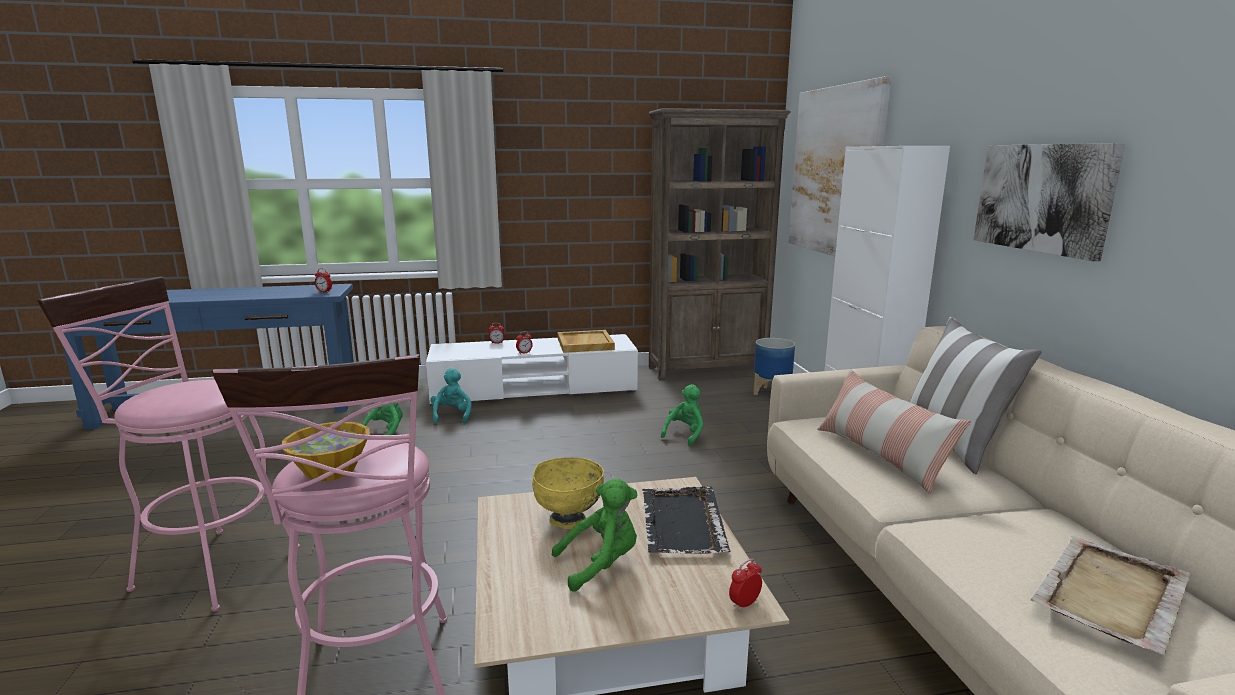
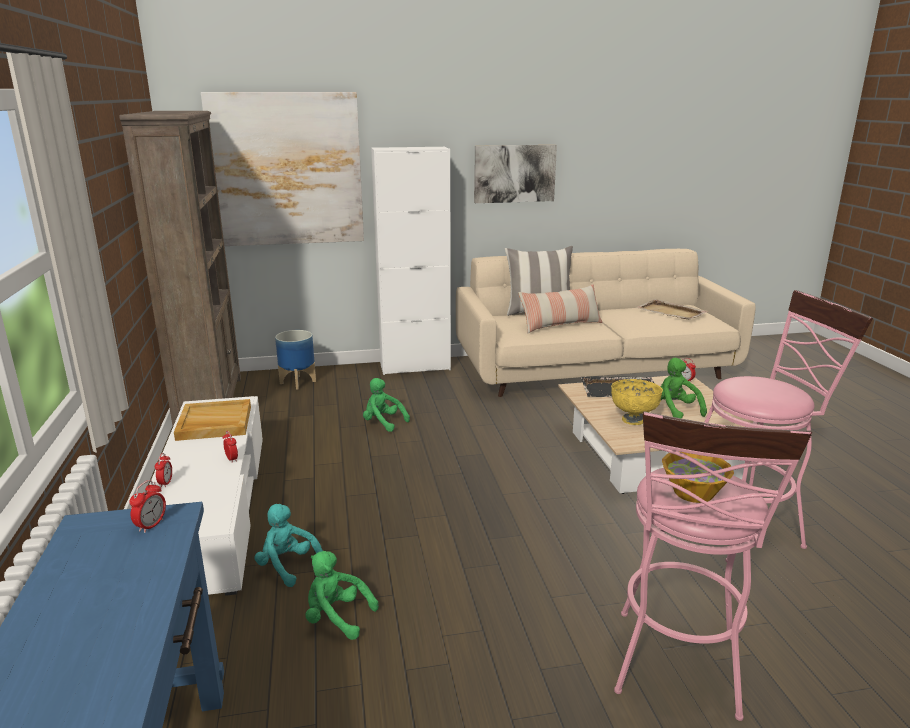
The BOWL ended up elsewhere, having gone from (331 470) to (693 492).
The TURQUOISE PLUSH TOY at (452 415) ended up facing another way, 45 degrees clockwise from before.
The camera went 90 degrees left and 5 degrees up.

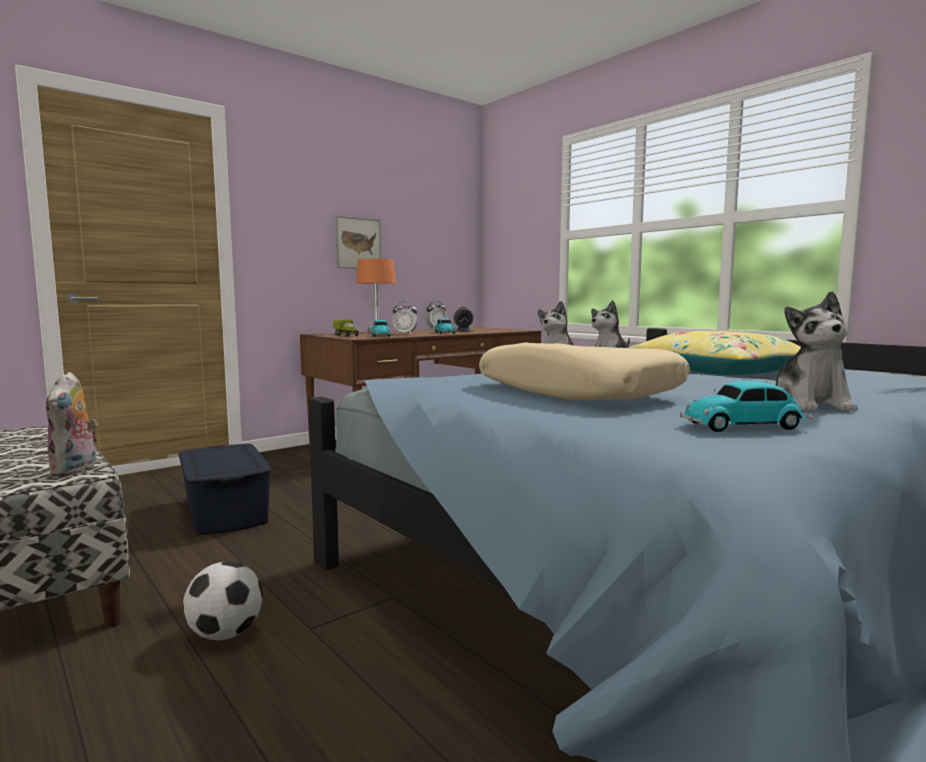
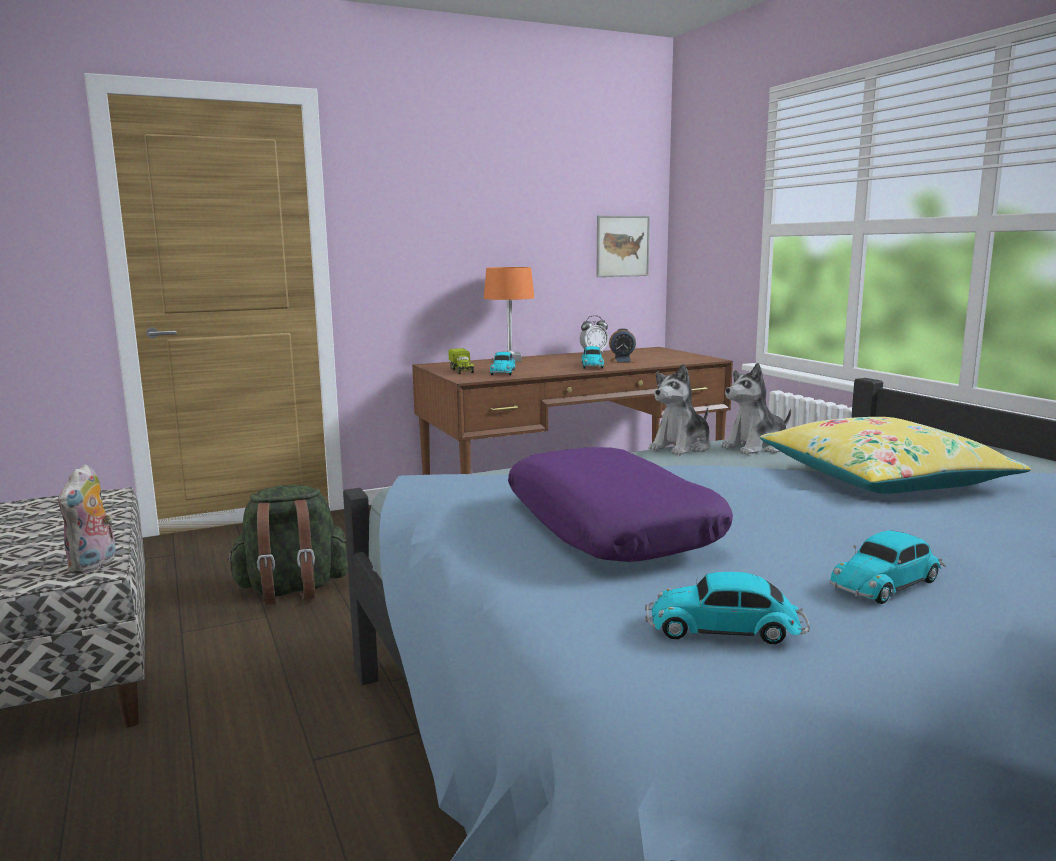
Where the BLUE STORAGE BOX stood at (225 511), the GREEN BACKPACK came to stand at (292 590).
The second view lost the FOOTBALL at (225 634).
The PICTURE ended up elsewhere, having gone from (358 243) to (622 246).
The second view lost the ALARM CLOCK at (405 334).
What was the BEIGE PILLOW at (576 392) turned into the PURPLE PILLOW at (611 526).
Where the PLUSH TOY stood at (810 404), the TOY CAR came to stand at (888 583).
The camera went 15 degrees right and 5 degrees up.

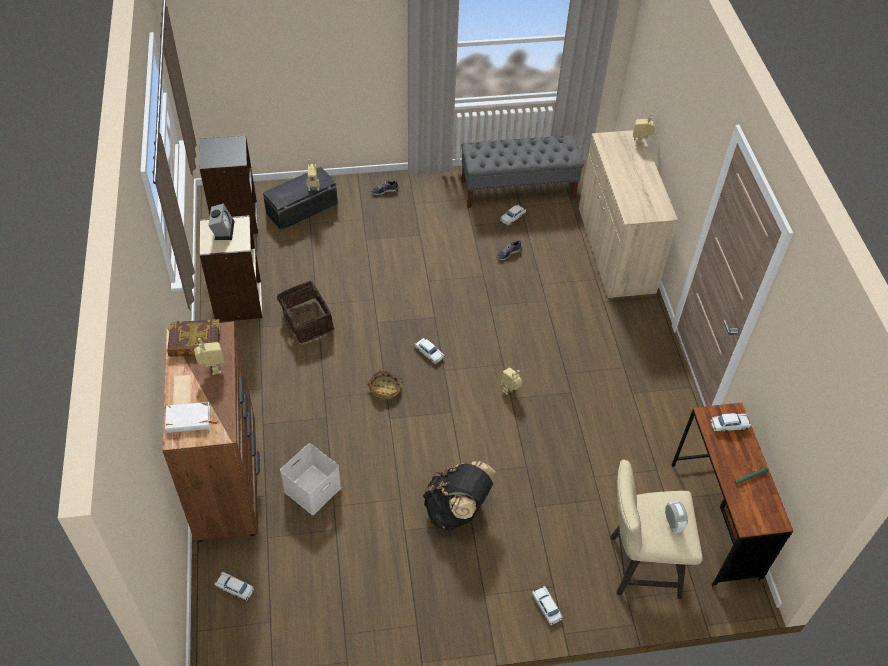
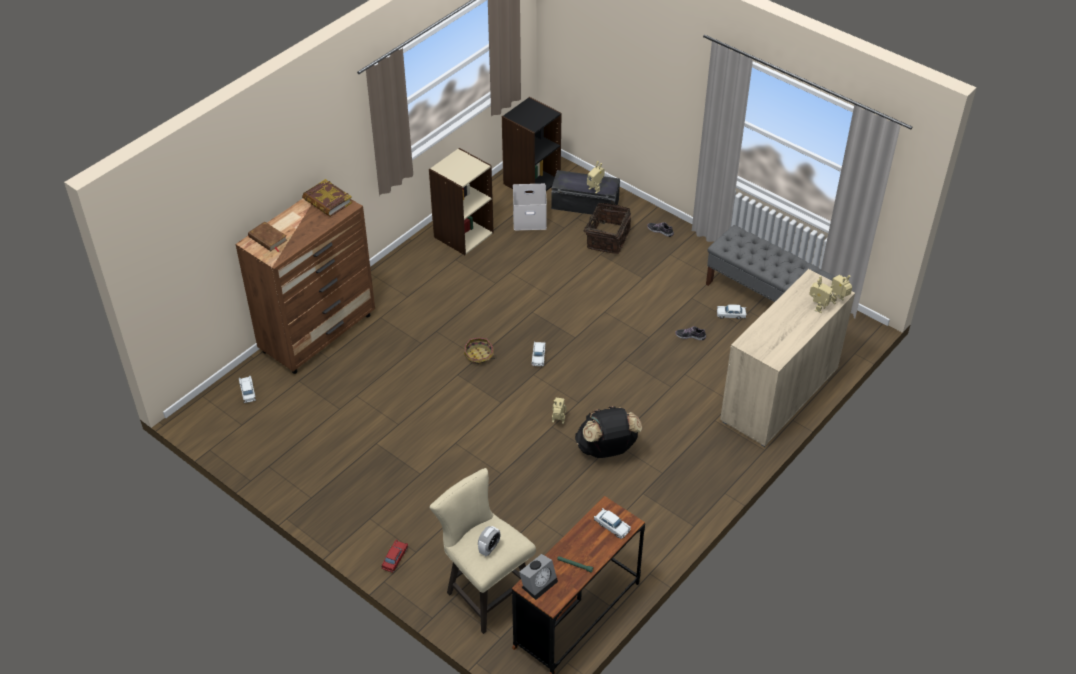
What was the WHITE BOOK at (188 420) turned into the BROWN BOOK at (268 239).
The TOY ROBOT ended up elsewhere, having gone from (212 369) to (817 307).
The ALARM CLOCK ended up elsewhere, having gone from (223 229) to (539 582).
The BASKET ended up elsewhere, having gone from (306 322) to (606 238).
The WHITE STORAGE BOX ended up elsewhere, having gone from (312 490) to (529 219).
The BLACK BACKPACK ended up elsewhere, having gone from (457 510) to (606 449).
What was the WHITE TOY CAR at (546 607) turned into the RED TOY CAR at (394 558).
The camera went 50 degrees right and 5 degrees down.

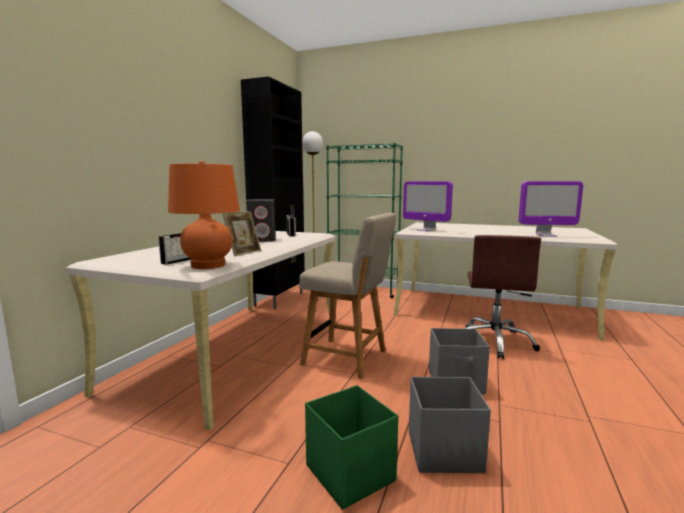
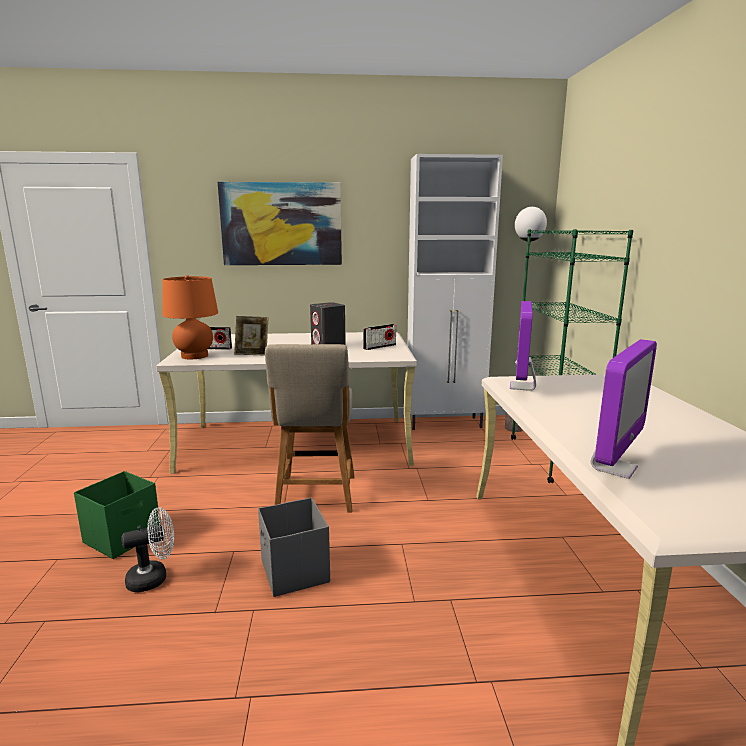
What was the BLACK CABINET at (280 299) turned into the WHITE CABINET at (445 423).
Where the GREY STORAGE BOX stood at (442 451), the WHITE FAN came to stand at (154 578).
The second view lost the BROWN OFFICE CHAIR at (495 342).
The MONITOR at (546 235) ended up facing another way, 120 degrees counterclockwise from before.
The second view gained the PICTURE at (281 224).
The camera went 65 degrees right and 5 degrees up.

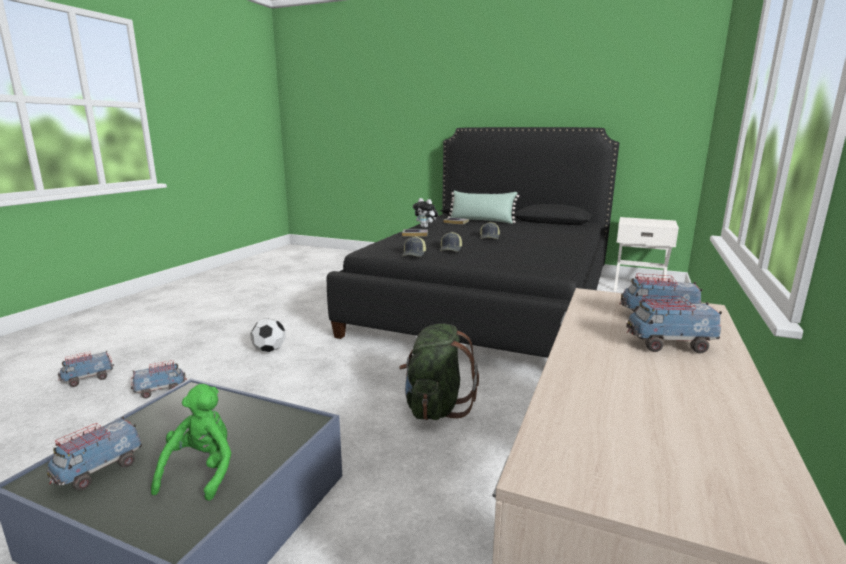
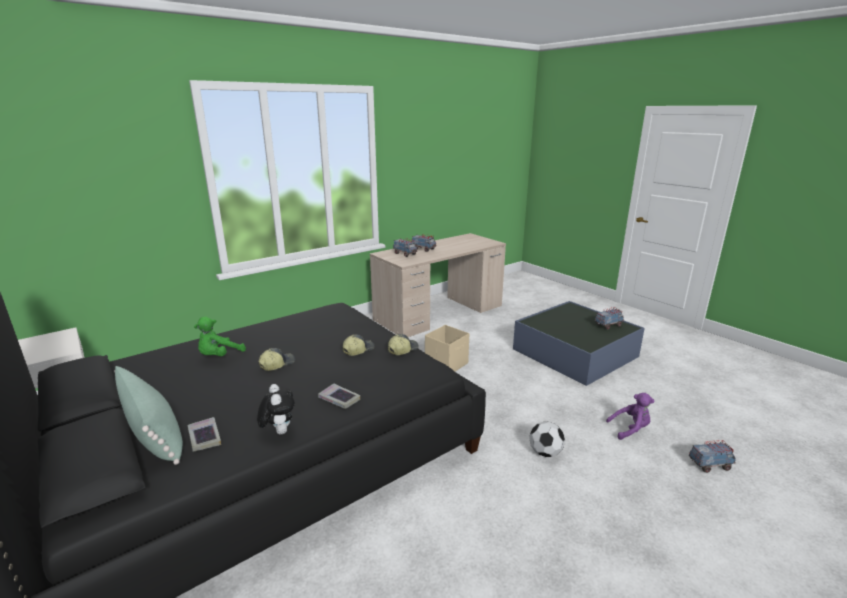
Where the TOY TRUCK stood at (160 390), the PURPLE PLUSH TOY came to stand at (630 429).
The GREEN PLUSH TOY ended up elsewhere, having gone from (202 471) to (219 356).
Where the GREEN BACKPACK stood at (435 407), the BEIGE STORAGE BOX came to stand at (447 364).
The camera went 150 degrees left and 5 degrees up.

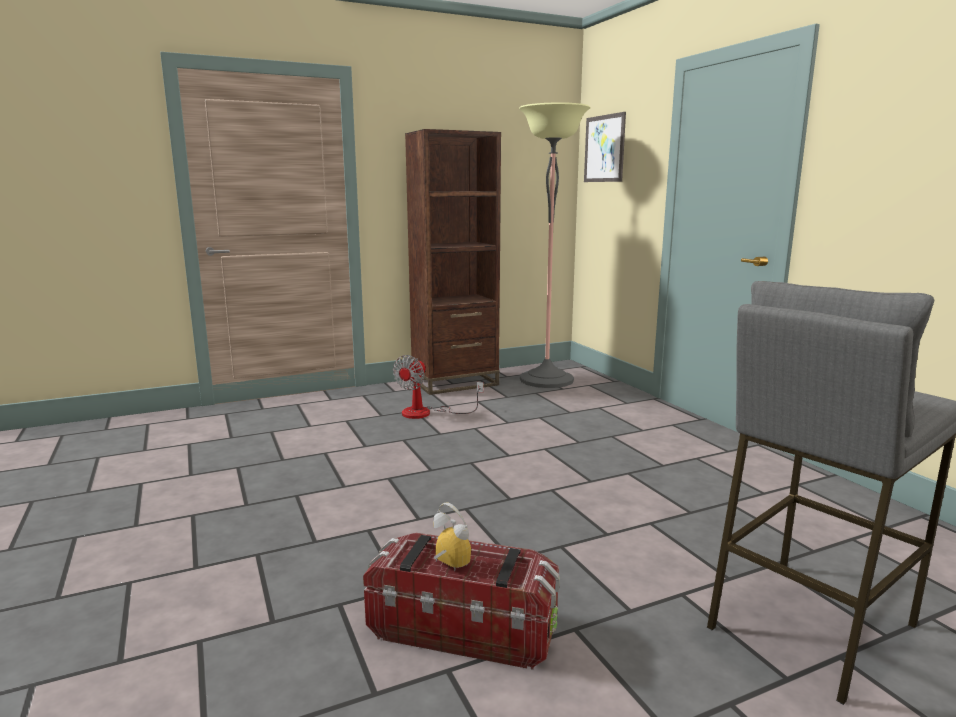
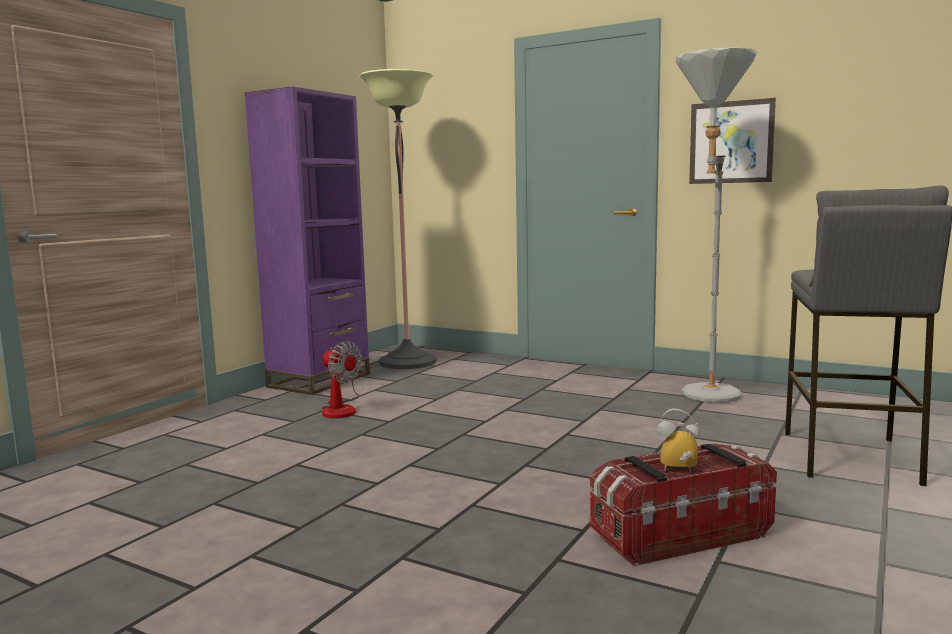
The FAN at (427 413) ended up facing another way, 45 degrees counterclockwise from before.
What was the BROWN BOOKCASE at (455 383) turned into the PURPLE BOOKCASE at (320 380).
The PICTURE ended up elsewhere, having gone from (604 148) to (731 142).
The second view gained the GREY FLOOR LAMP at (706 398).
The camera went 35 degrees left and 5 degrees down.

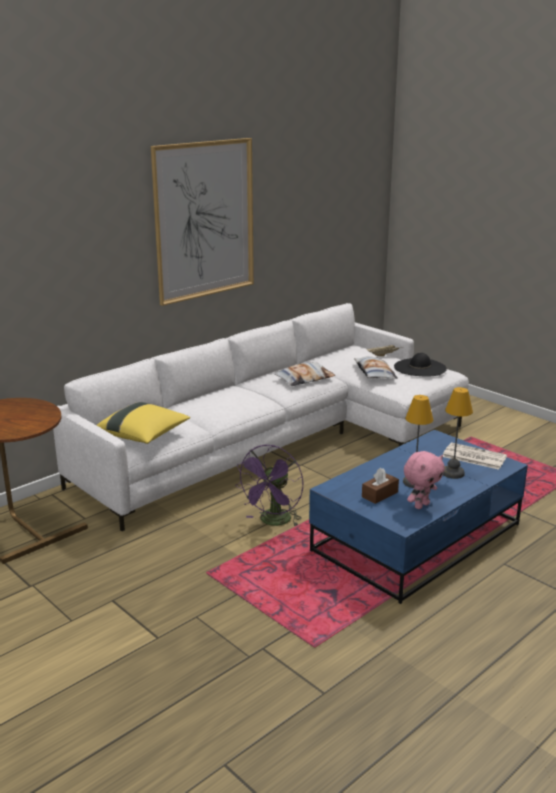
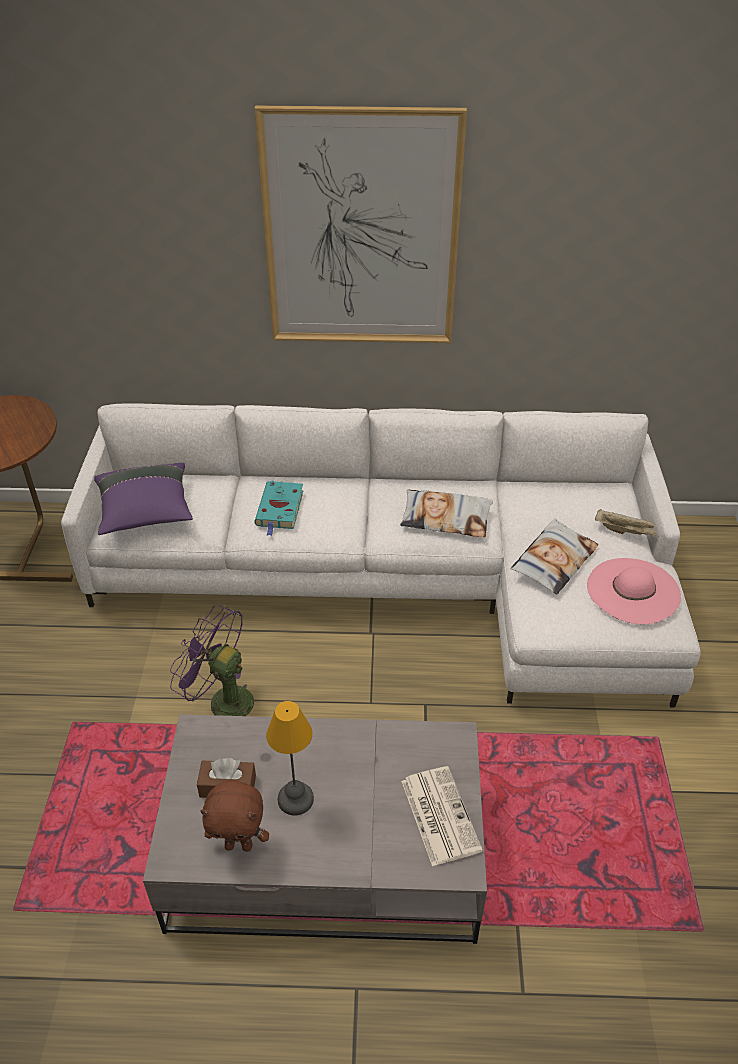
What was the YELLOW PILLOW at (144 435) turned into the PURPLE PILLOW at (145 512).
The PURPLE FAN at (273 522) ended up facing another way, 45 degrees clockwise from before.
What was the BLUE COFFEE TABLE at (417 536) turned into the GREY COFFEE TABLE at (327 852).
What was the BLACK HAT at (420 368) turned into the PINK HAT at (633 590).
What was the PINK PLUSH TOY at (421 505) turned into the BROWN PLUSH TOY at (239 845).
The second view lost the TABLE LAMP at (452 473).
The second view gained the TURQUOISE BOOK at (280 510).
The camera went 45 degrees right and 20 degrees up.

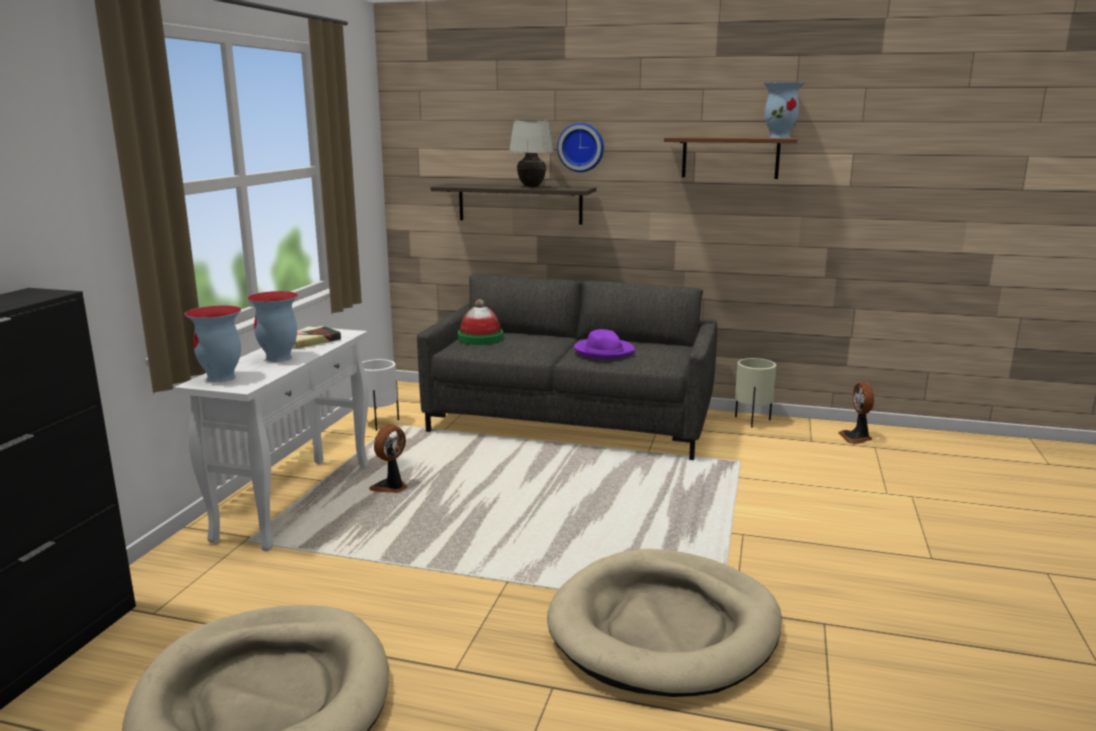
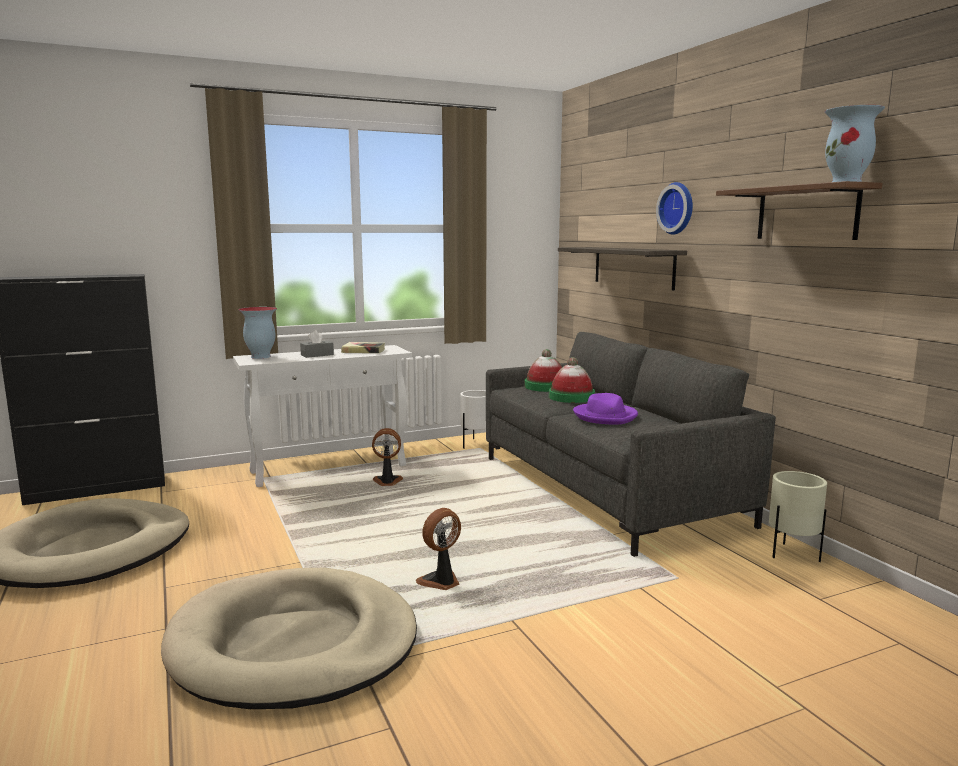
Where the VASE stood at (279 358), the GREY TISSUE BOX came to stand at (317 355).
The second view lost the WHITE TABLE LAMP at (531 187).
The FAN ended up elsewhere, having gone from (856 438) to (441 582).
The second view gained the HAT at (571 397).
The camera went 50 degrees right and 5 degrees down.

